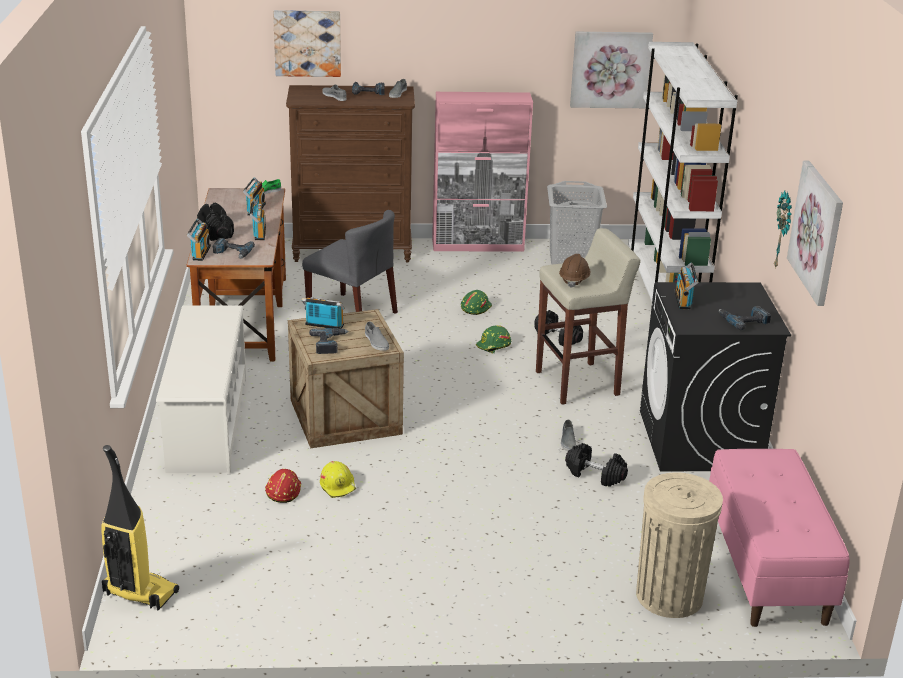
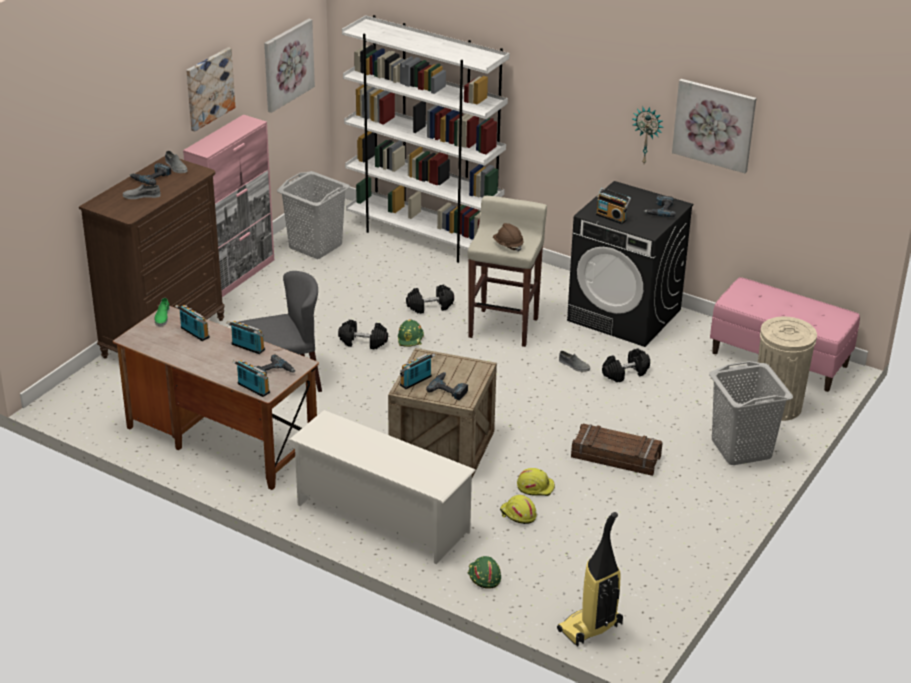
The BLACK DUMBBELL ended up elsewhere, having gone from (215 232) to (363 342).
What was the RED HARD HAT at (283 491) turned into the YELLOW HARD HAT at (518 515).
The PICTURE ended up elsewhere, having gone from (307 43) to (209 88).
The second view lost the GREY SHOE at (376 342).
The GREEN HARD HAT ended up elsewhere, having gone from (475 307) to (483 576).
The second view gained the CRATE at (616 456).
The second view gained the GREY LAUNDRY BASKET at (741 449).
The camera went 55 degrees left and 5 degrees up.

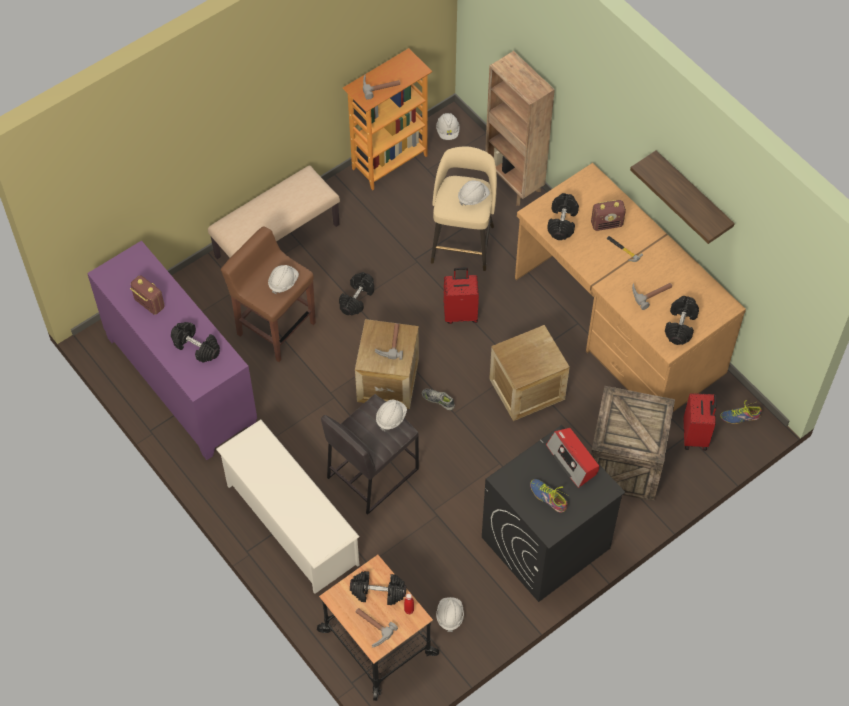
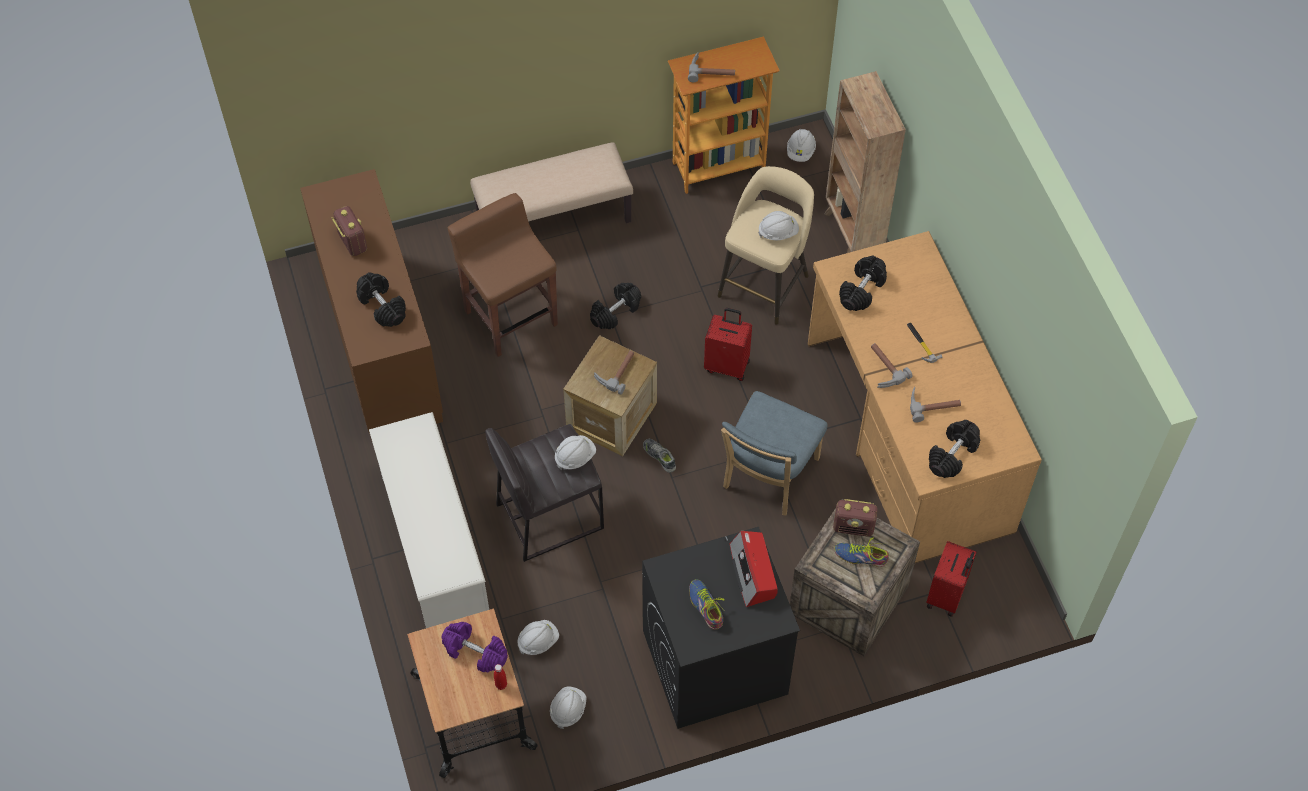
What was the PURPLE CABINET at (180 382) turned into the BROWN CABINET at (380 345).
The WHITE HARD HAT ended up elsewhere, having gone from (283 282) to (538 641).
What was the BLACK DUMBBELL at (378 592) turned into the PURPLE DUMBBELL at (475 652).
The HAMMER ended up elsewhere, having gone from (371 628) to (882 369).
Where the CRATE stood at (527 389), the BLUE CHAIR came to stand at (768 476).
The RADIO ended up elsewhere, having gone from (607 224) to (854 527).
The second view lost the SHELF at (692 196).
The SHOE ended up elsewhere, having gone from (740 417) to (861 556).
The camera went 20 degrees right and 0 degrees up.

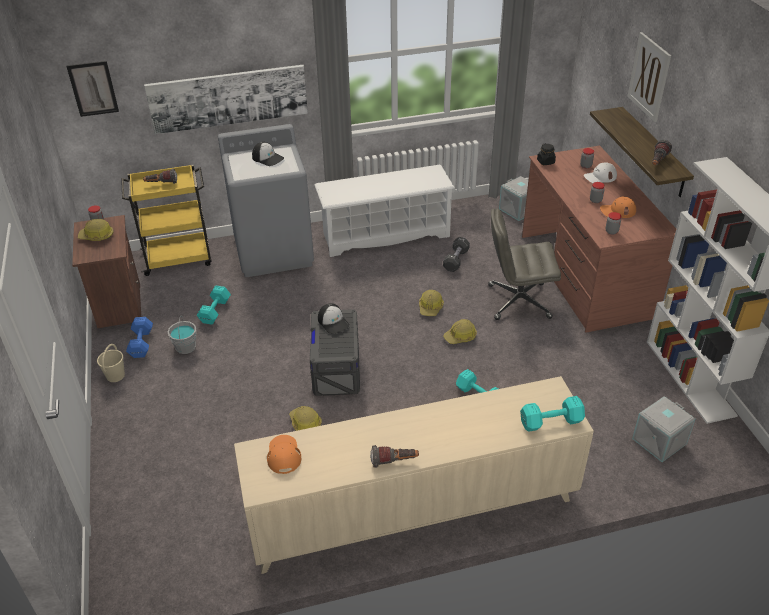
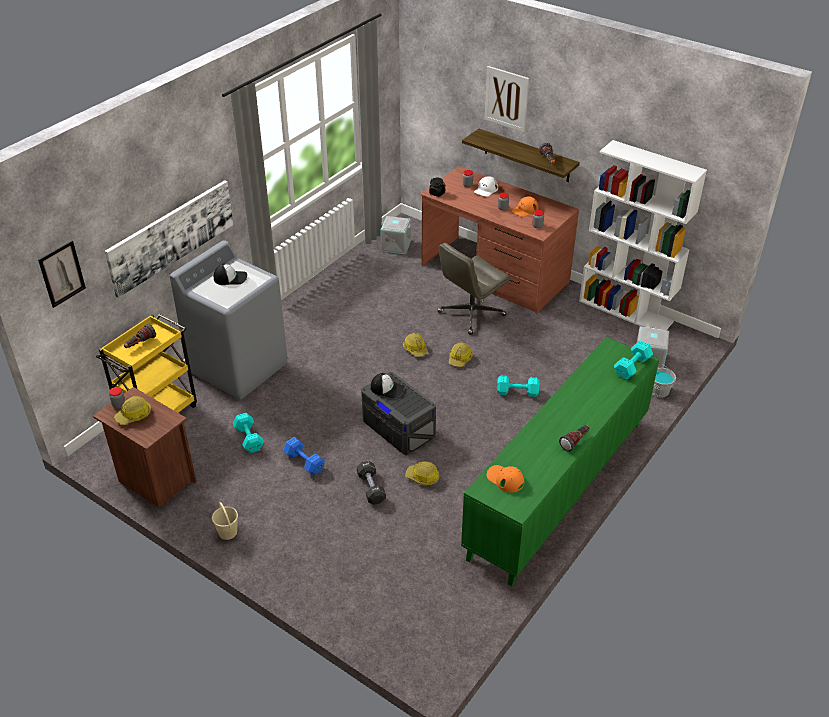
The BLUE DUMBBELL ended up elsewhere, having gone from (142 343) to (304 461).
The GREY BUCKET ended up elsewhere, having gone from (185 347) to (659 391).
What was the BEIGE CABINET at (413 511) turned into the GREEN CABINET at (559 488).
The second view lost the WHITE SHOE RACK at (385 234).
The BLACK DUMBBELL ended up elsewhere, having gone from (456 260) to (371 488).
The camera went 40 degrees left and 0 degrees up.

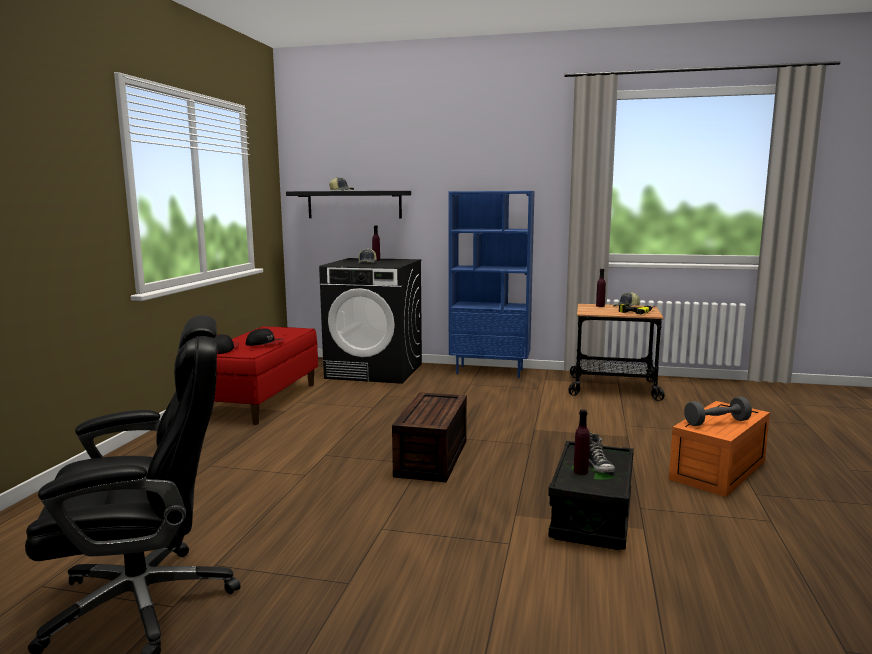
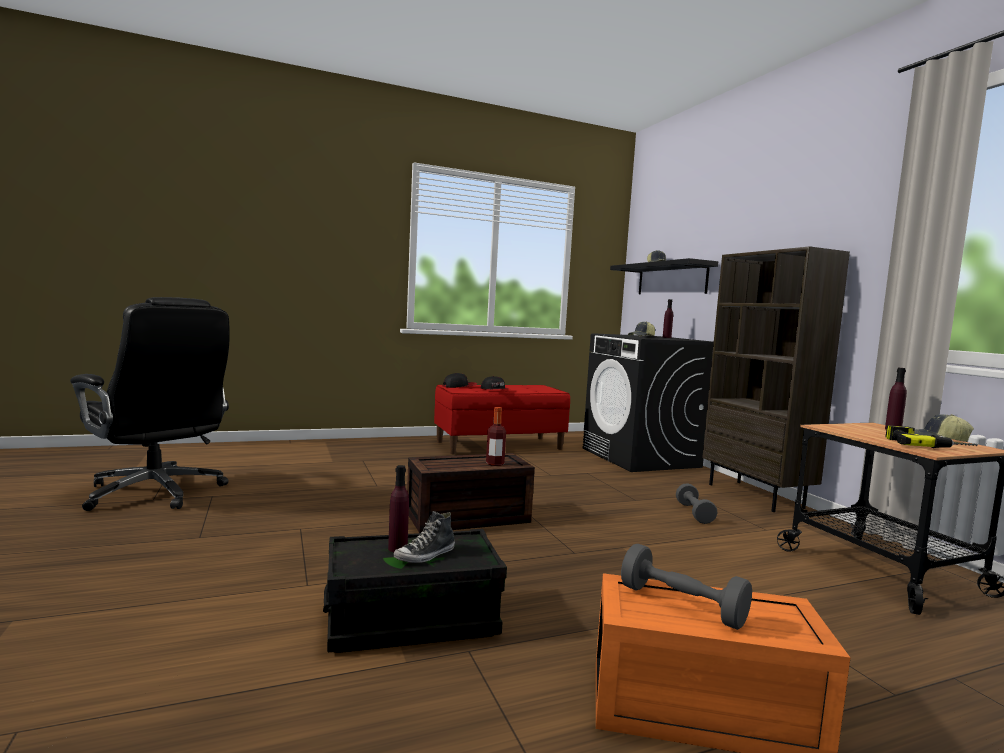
What was the BLUE BOOKCASE at (490 371) turned into the BROWN BOOKCASE at (756 496).
The second view gained the BOTTLE at (495 464).
The second view gained the GREY DUMBBELL at (694 513).
The camera went 55 degrees right and 5 degrees down.

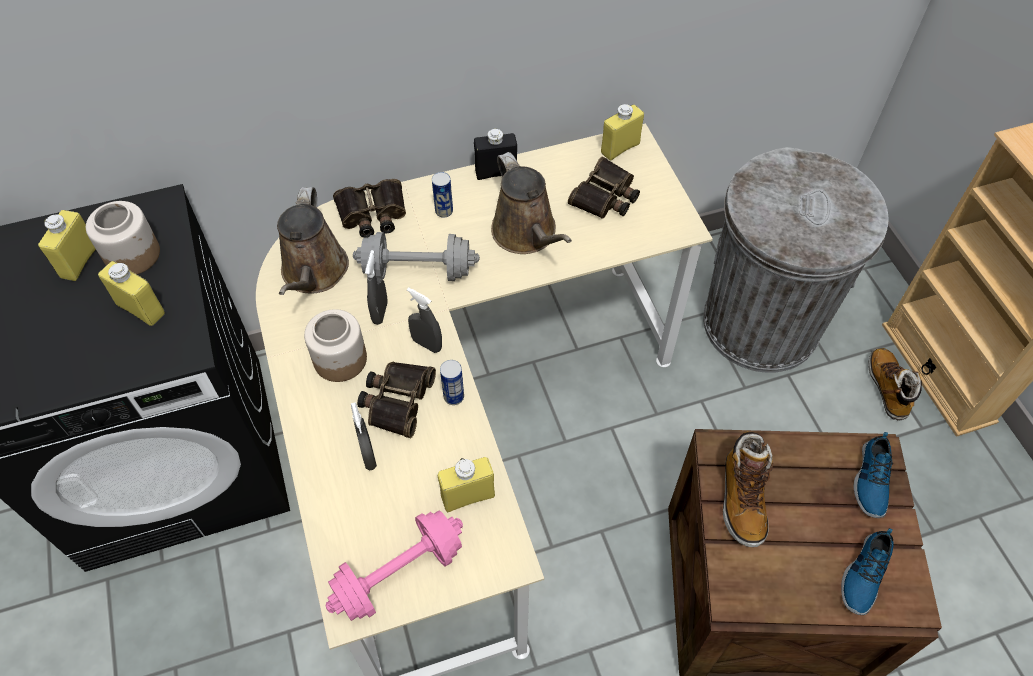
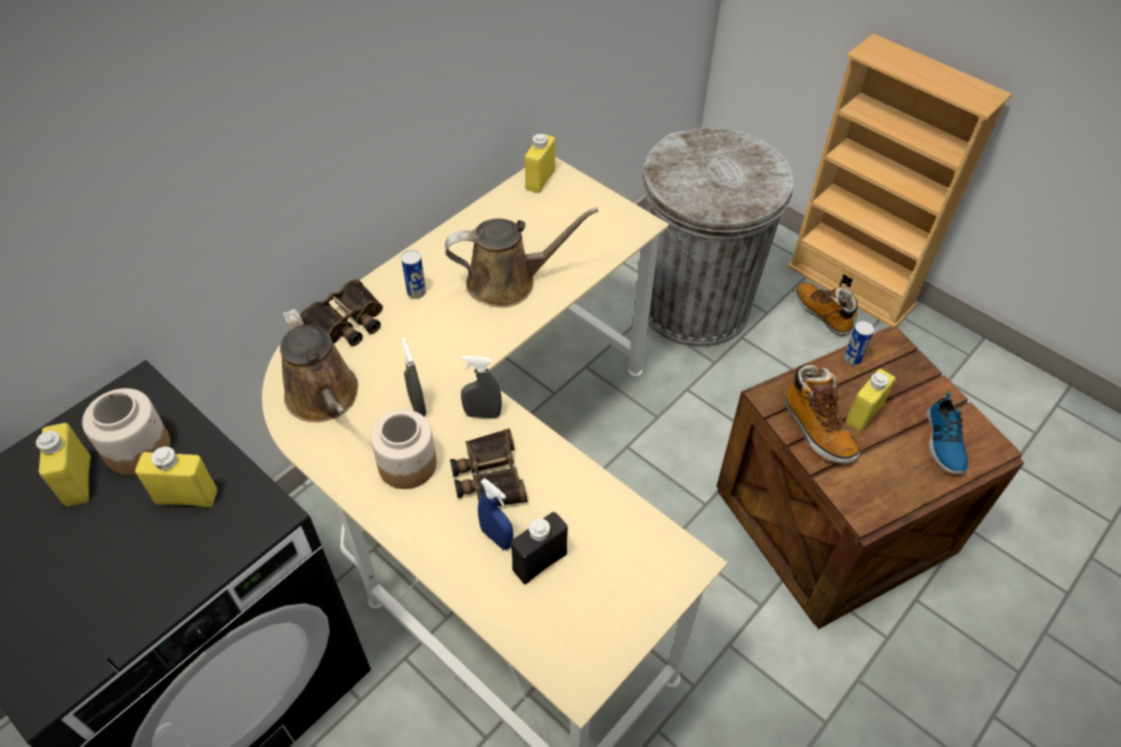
The second view lost the PINK DUMBBELL at (399 574).
What was the GREY SPRAY BOTTLE at (368 456) turned into the BLUE SPRAY BOTTLE at (496 537).
The second view lost the GREY DUMBBELL at (418 271).
The YELLOW BOTTLE ended up elsewhere, having gone from (468 496) to (864 414).
The CAN ended up elsewhere, having gone from (453 397) to (852 359).
The BLACK BOTTLE ended up elsewhere, having gone from (496 172) to (539 562).
The BROWN WATERING CAN at (527 234) ended up facing another way, 45 degrees counterclockwise from before.
The second view lost the BINOCULARS at (606 196).
The second view lost the SHOE at (870 480).
The camera went 30 degrees left and 5 degrees down.

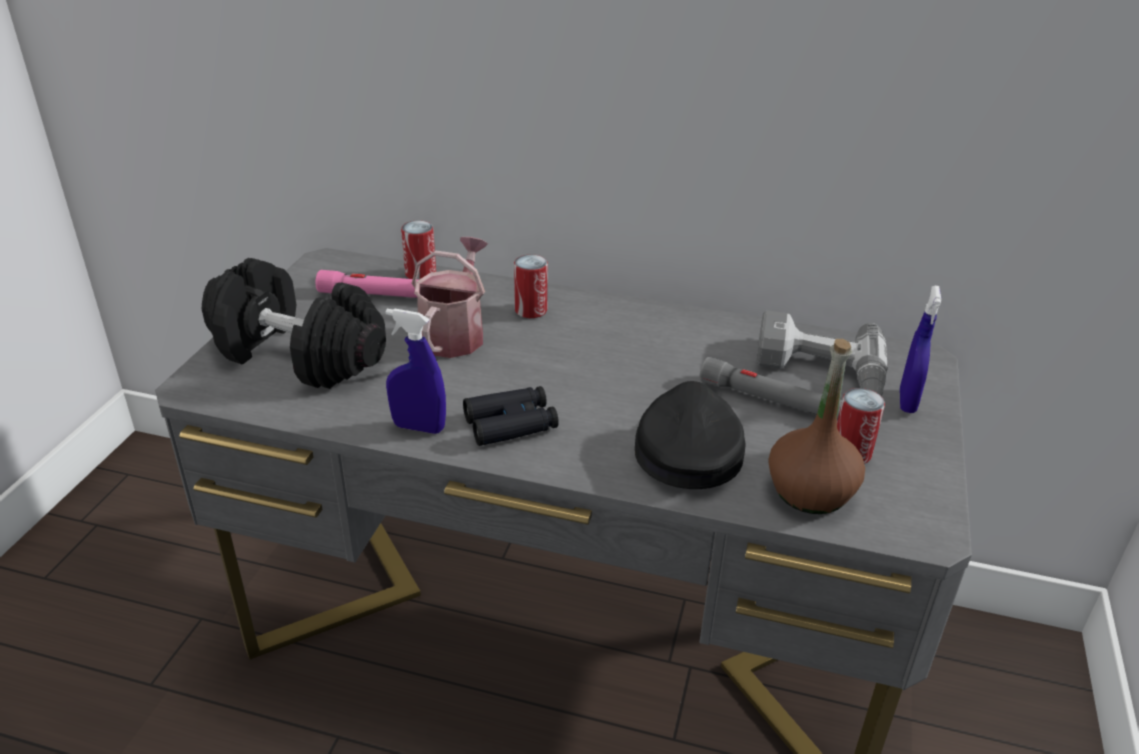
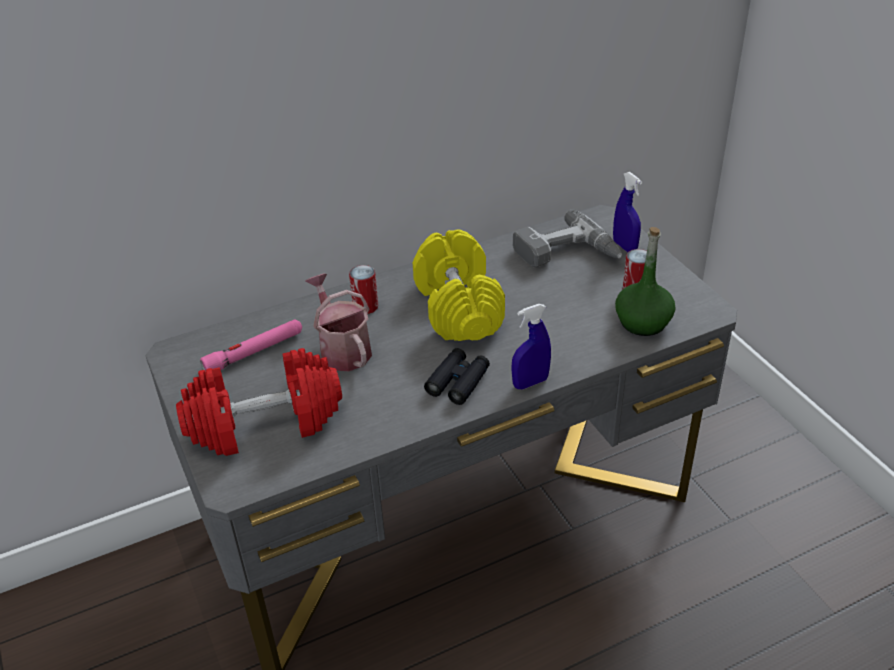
What was the BLACK DUMBBELL at (297 355) turned into the RED DUMBBELL at (264 424).
The BLUE SPRAY BOTTLE ended up elsewhere, having gone from (419 427) to (530 383).
The second view lost the CAN at (420 274).
The second view lost the BLACK CAP at (687 448).
The second view lost the GREY FLASHLIGHT at (770 400).
What was the BROWN BOTTLE at (811 491) turned into the GREEN BOTTLE at (643 322).
The second view gained the YELLOW DUMBBELL at (457 307).
The camera went 40 degrees left and 5 degrees up.

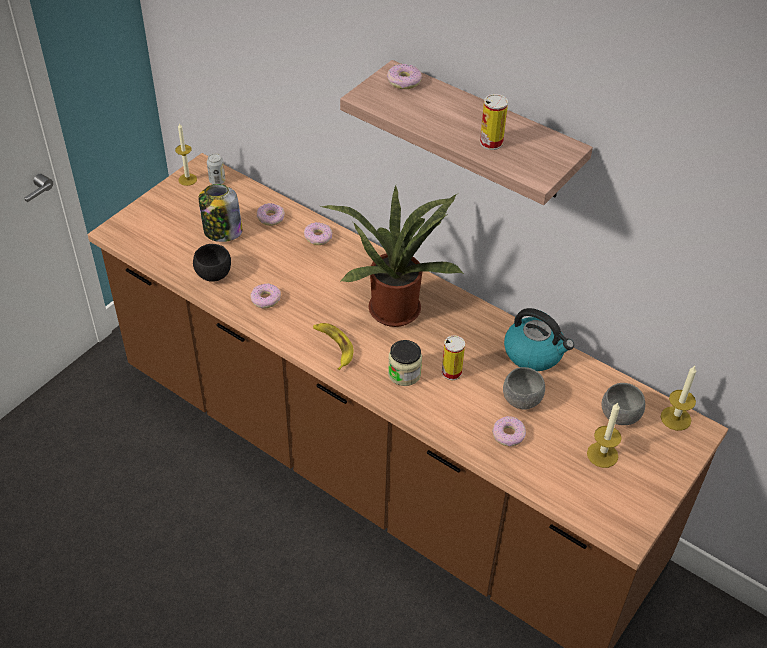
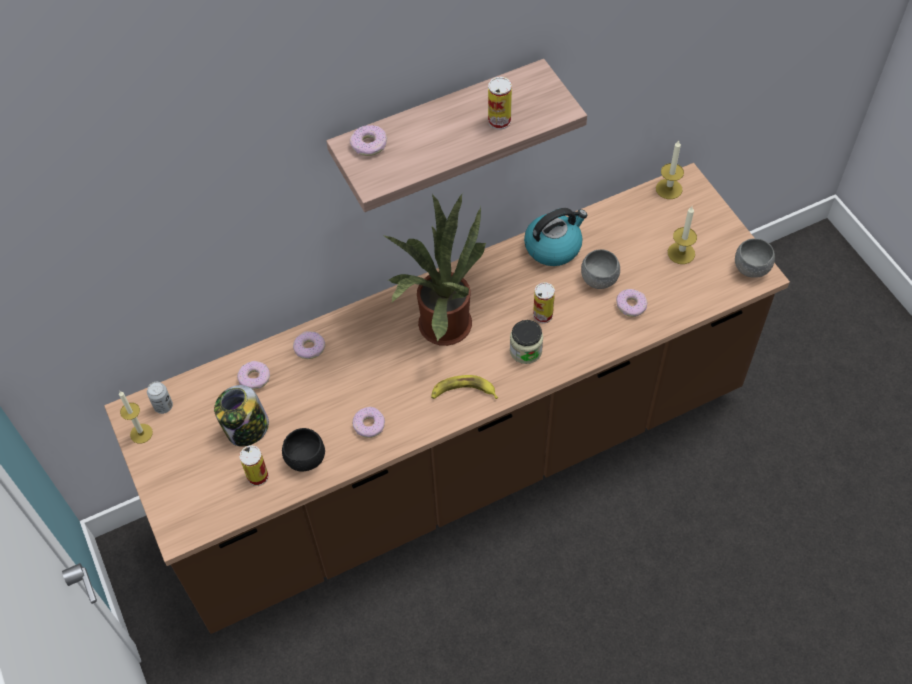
The GREY BOWL ended up elsewhere, having gone from (619 415) to (751 268).
The second view gained the CAN at (258 476).
The camera went 60 degrees left and 10 degrees up.

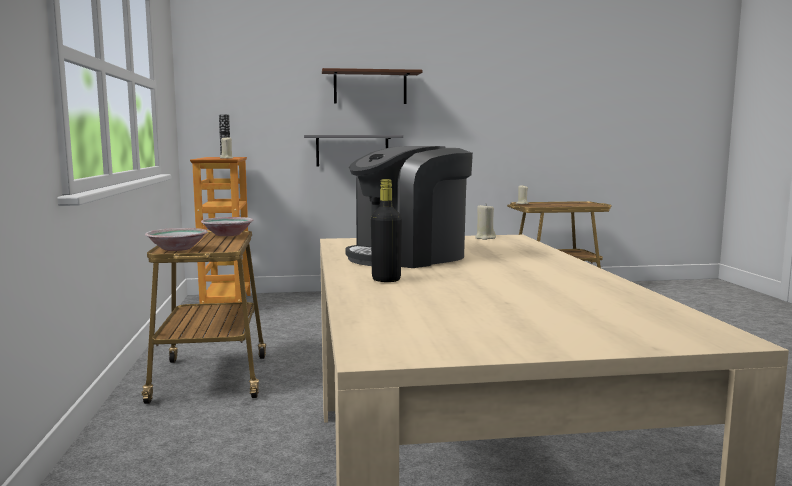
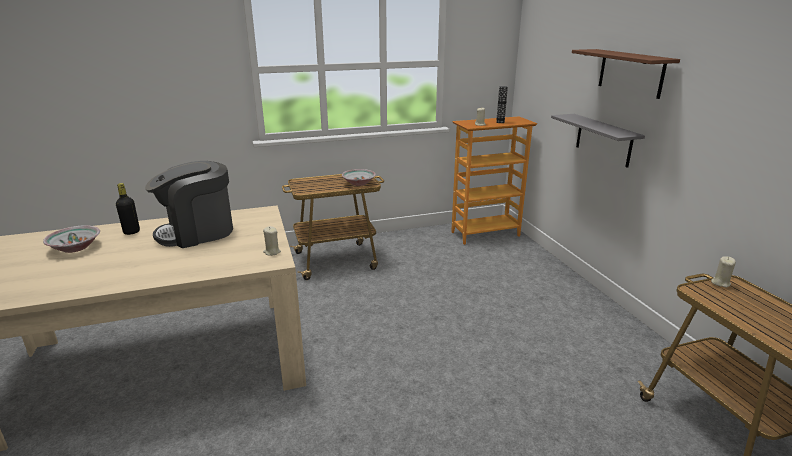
The BOWL ended up elsewhere, having gone from (178 248) to (75 248).
The COFFEE MACHINE at (408 256) ended up facing another way, 75 degrees counterclockwise from before.
The camera went 80 degrees right and 15 degrees up.

